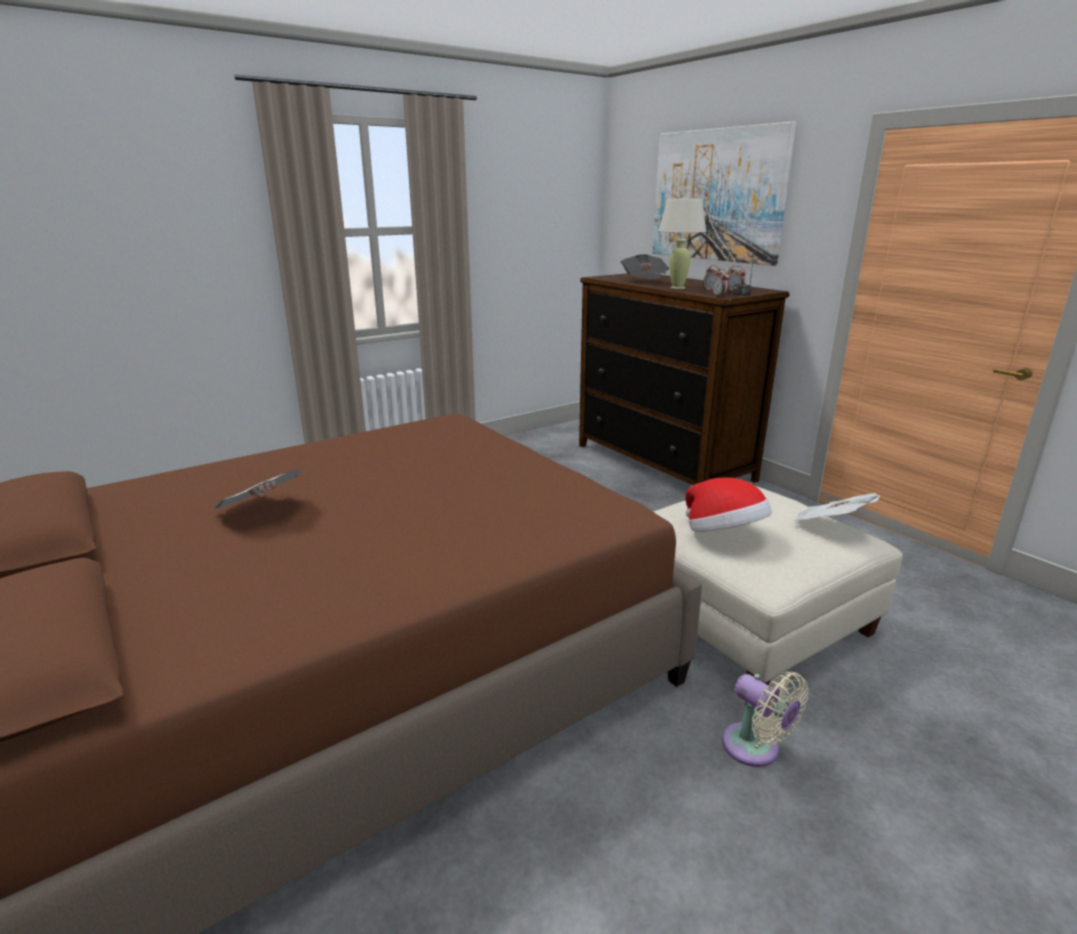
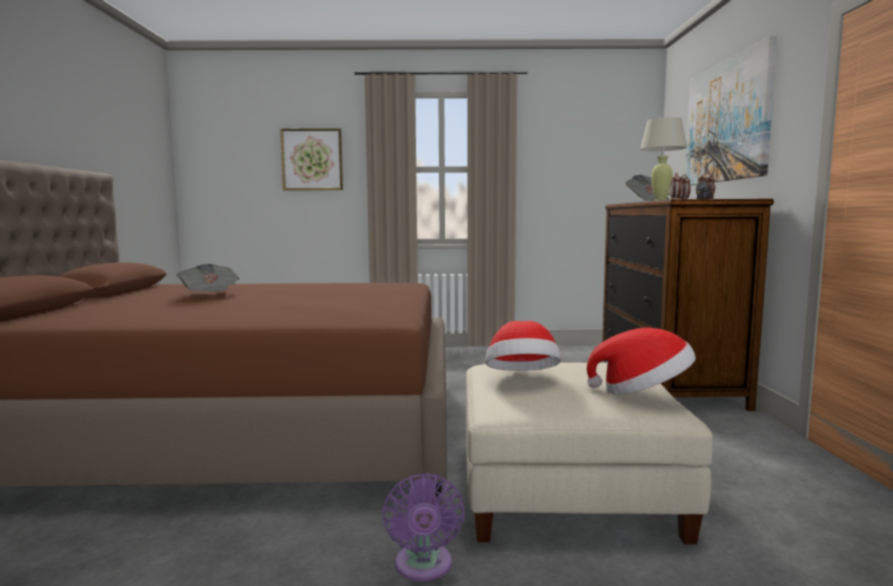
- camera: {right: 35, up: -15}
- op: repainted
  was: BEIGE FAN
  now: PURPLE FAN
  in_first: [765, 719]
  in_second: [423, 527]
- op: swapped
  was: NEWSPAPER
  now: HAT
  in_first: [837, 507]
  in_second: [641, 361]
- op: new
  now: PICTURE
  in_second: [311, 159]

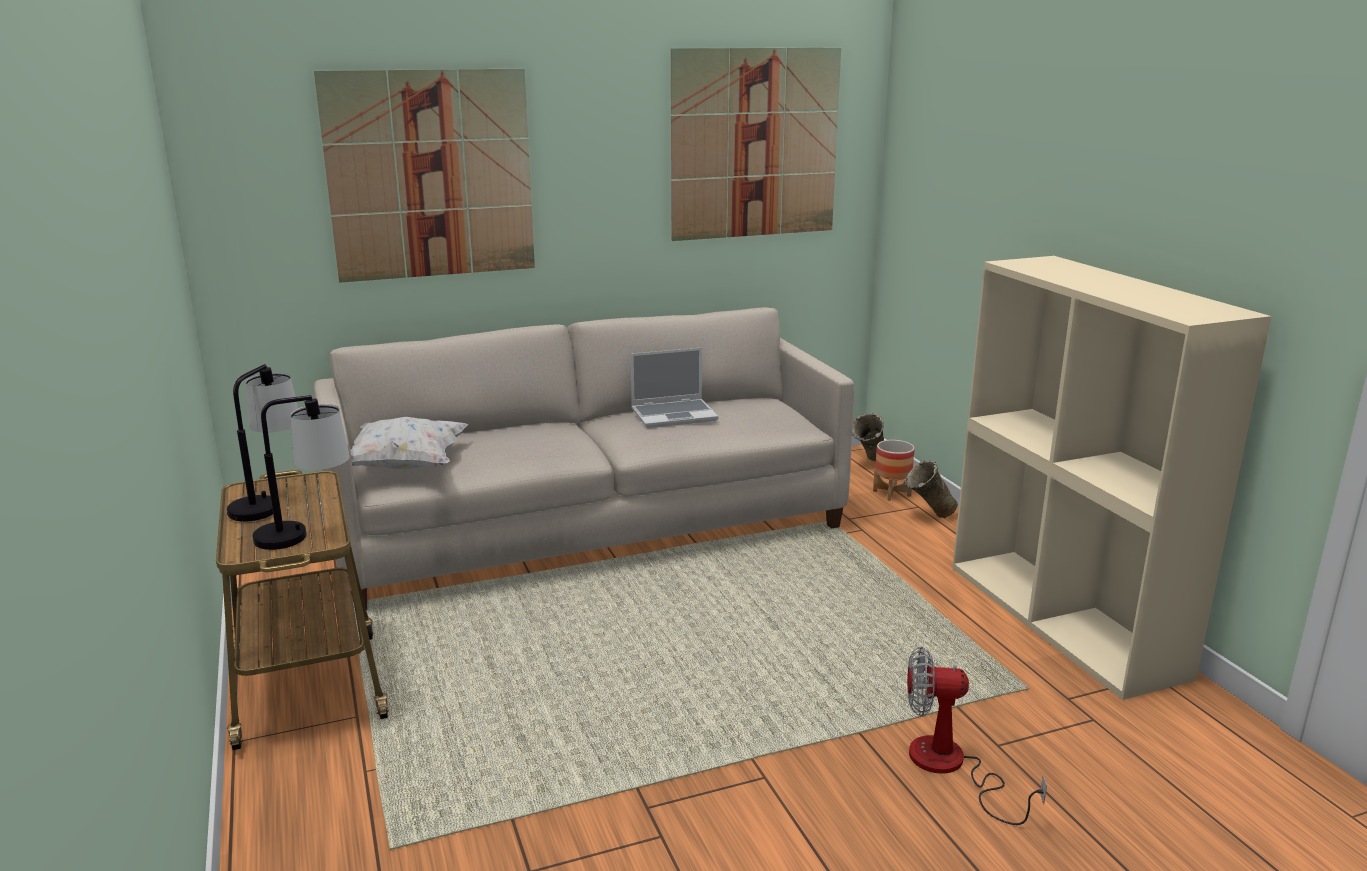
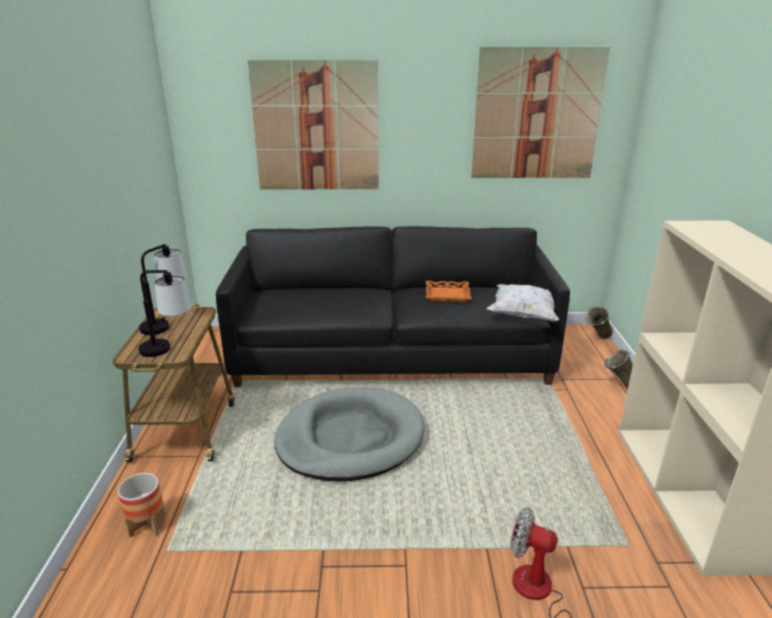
- camera: {right: 20, up: 5}
- op: repainted
  was: BEIGE SOFA
  now: BLACK SOFA
  in_first: [584, 458]
  in_second: [393, 306]
- op: shifted
  was: WHITE PILLOW
  in_first: [409, 443]
  in_second: [523, 303]
- op: swapped
  was: LAPTOP
  now: ORANGE TRAY
  in_first: [674, 388]
  in_second: [449, 291]
- op: shifted
  was: PLANTER
  in_first: [894, 470]
  in_second: [142, 505]
- op: new
  now: GREY DOG BED
  in_second: [349, 435]

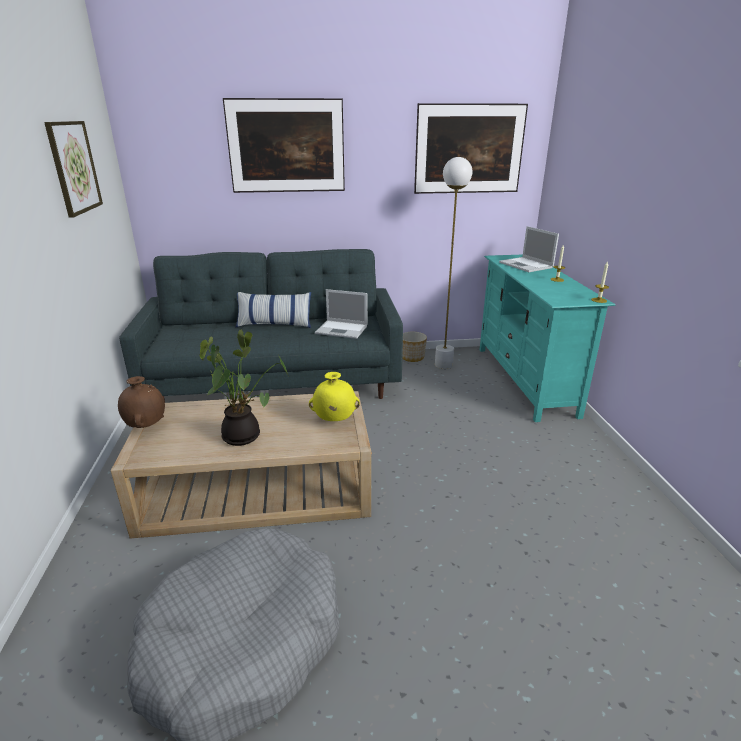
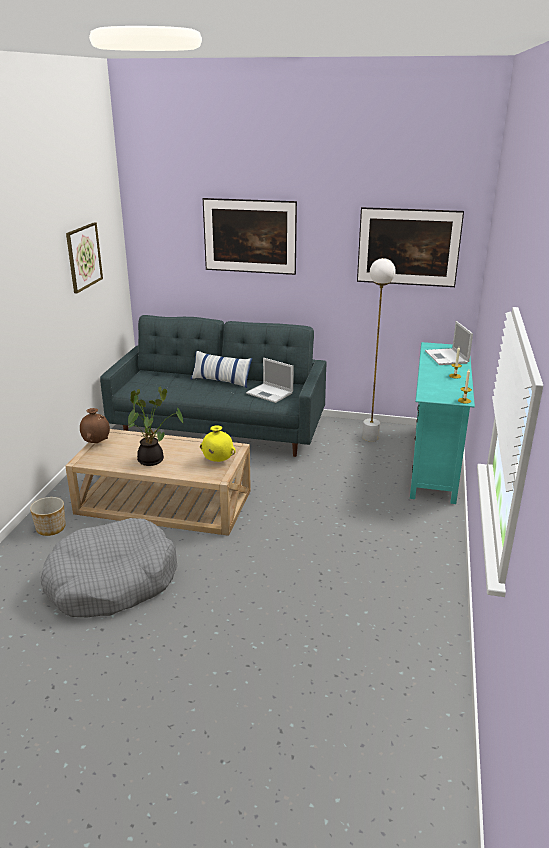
- camera: {right: 20, up: 0}
- op: shifted
  was: PLANTER
  in_first: [414, 347]
  in_second: [48, 516]

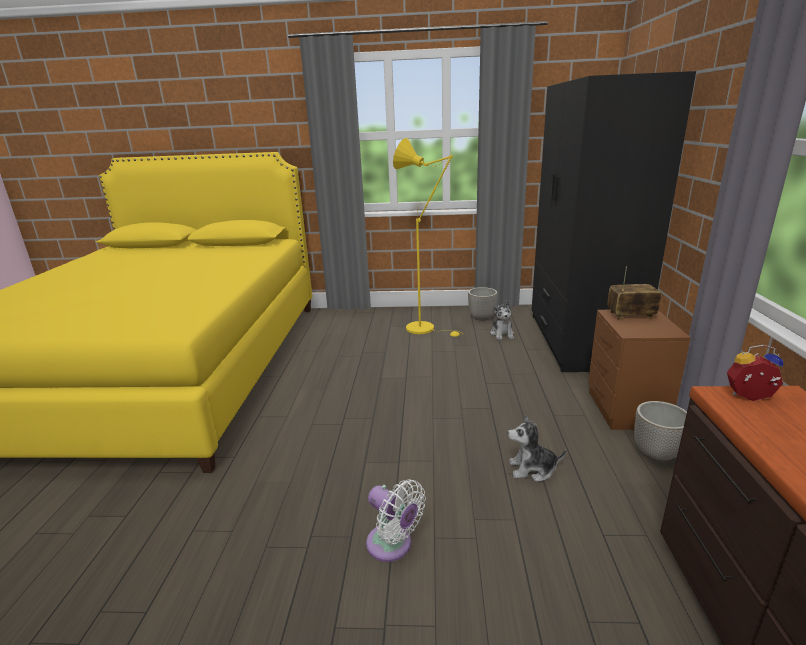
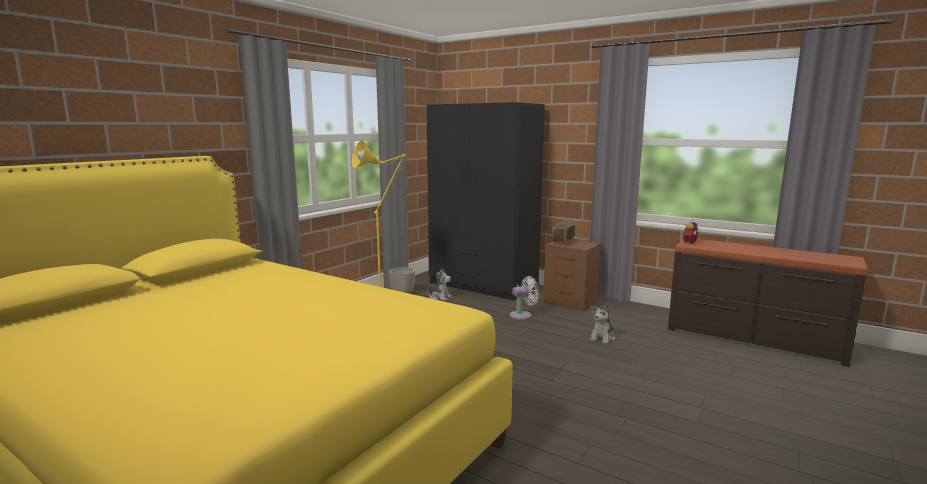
- camera: {right: -60, up: -10}
- op: shifted
  was: WHITE FAN
  in_first: [396, 520]
  in_second: [524, 298]
- op: gone
  was: PLANTER
  in_first: [660, 431]

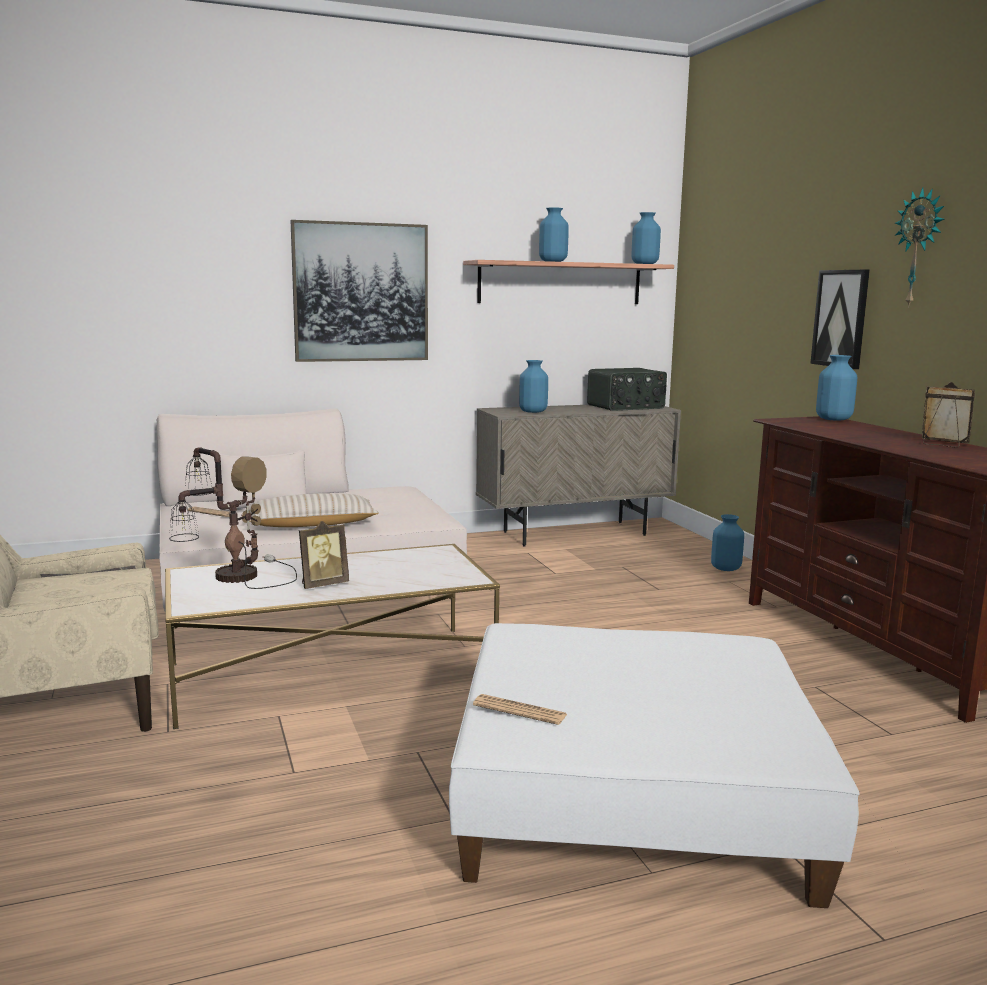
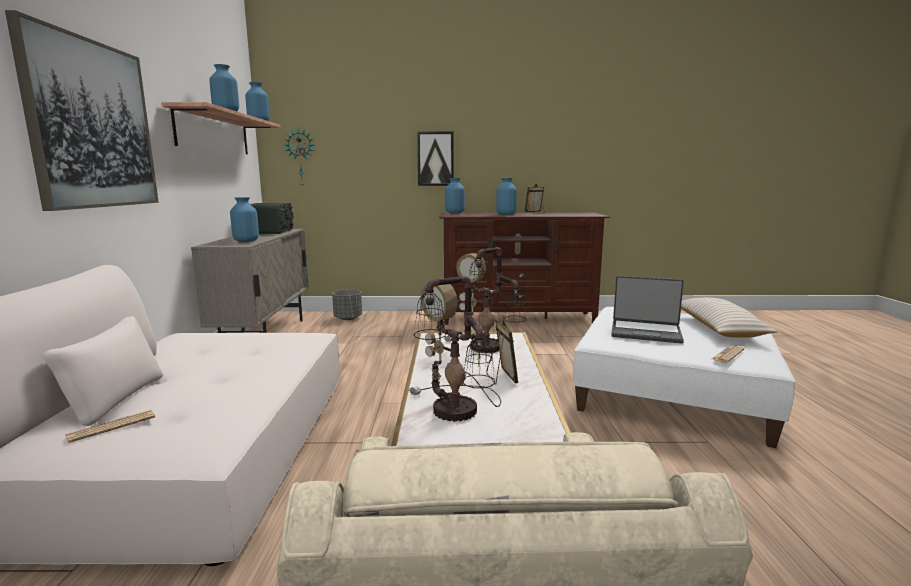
- camera: {right: -70, up: 0}
- op: shifted
  was: BEIGE PILLOW
  in_first: [312, 510]
  in_second: [729, 317]
- op: shifted
  was: BLUE VASE
  in_first: [727, 542]
  in_second: [506, 196]
- op: shifted
  was: WALL CLOCK
  in_first: [919, 247]
  in_second: [299, 157]
- op: new
  now: GREY PLANTER
  in_second: [347, 304]
- op: new
  now: TABLE LAMP
  in_second: [485, 300]
- op: new
  now: LAPTOP
  in_second: [647, 309]

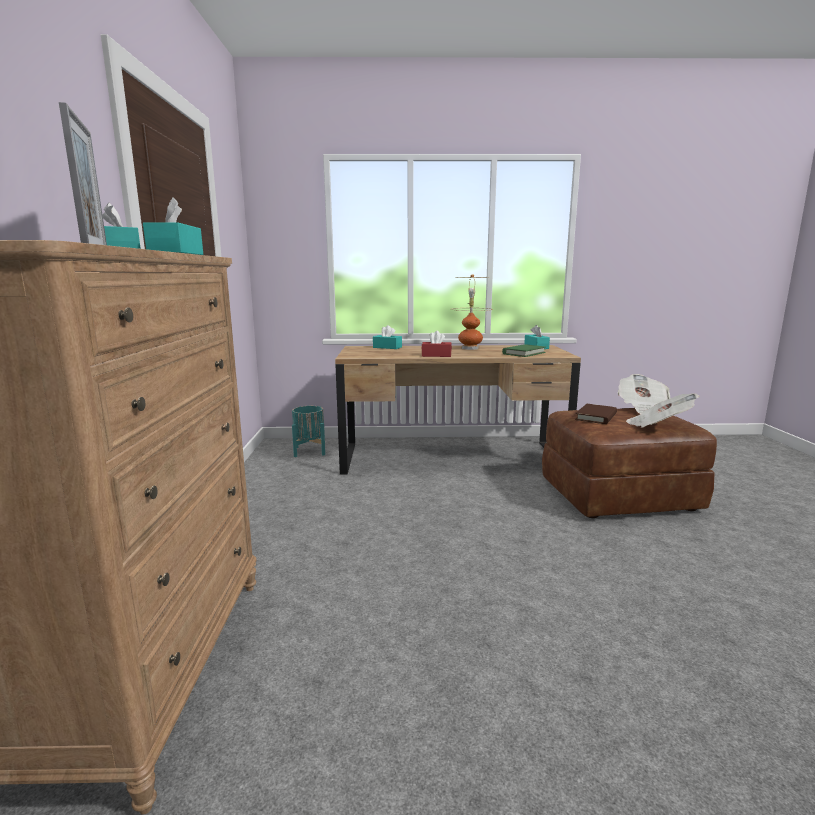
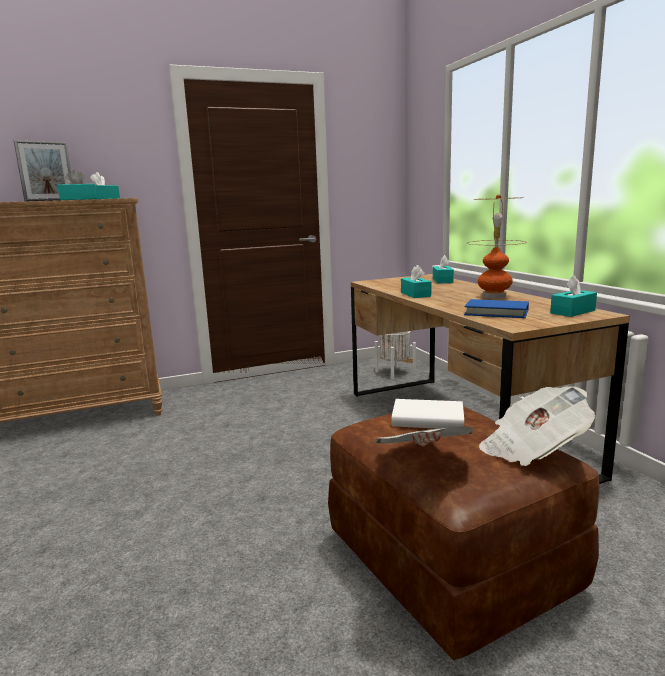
- camera: {right: 70, up: 0}
- op: repainted
  was: TURQUOISE PLANTER
  now: WHITE PLANTER
  in_first: [308, 431]
  in_second: [395, 355]
- op: repainted
  was: RED TISSUE BOX
  now: TURQUOISE TISSUE BOX
  in_first: [436, 344]
  in_second: [416, 281]
- op: repainted
  was: GREEN BOOK
  now: BLUE BOOK
  in_first: [524, 350]
  in_second: [496, 308]
- op: repainted
  was: BROWN BOOK
  now: WHITE BOOK
  in_first: [596, 414]
  in_second: [428, 414]

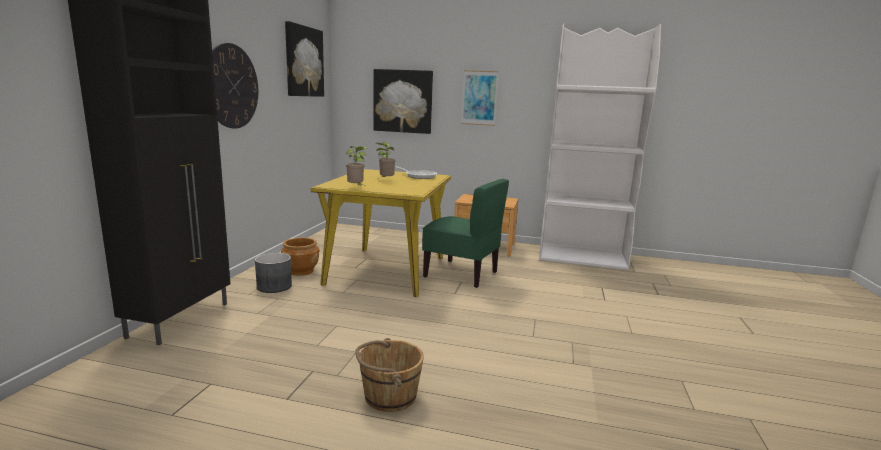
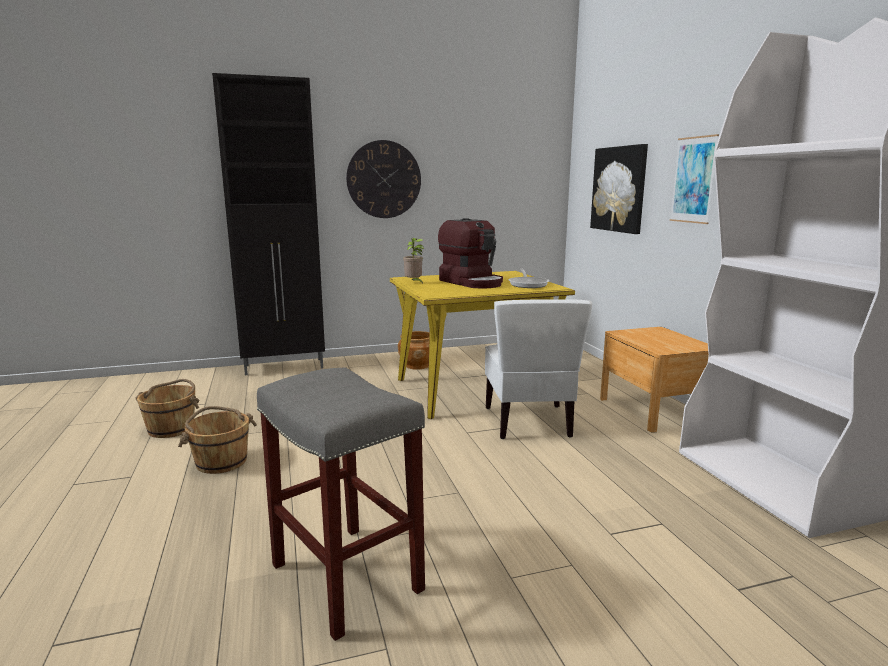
- camera: {right: 60, up: 0}
- op: gone
  was: GREY PLANTER
  in_first: [273, 273]
- op: gone
  was: PICTURE
  in_first: [304, 59]
- op: swapped
  was: POTTED PLANT
  now: COFFEE MACHINE
  in_first: [386, 160]
  in_second: [470, 253]
- op: repainted
  was: GREEN CHAIR
  now: WHITE CHAIR
  in_first: [465, 233]
  in_second: [538, 369]
- op: new
  now: BROWN BUCKET
  in_second: [168, 408]
- op: new
  now: GREY STOOL
  in_second: [341, 504]

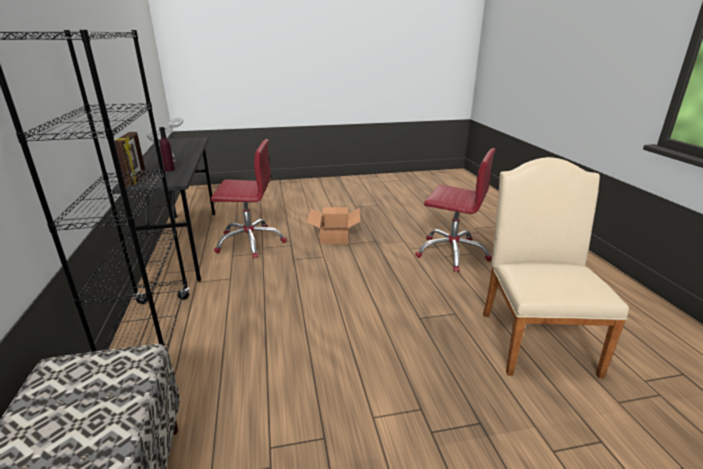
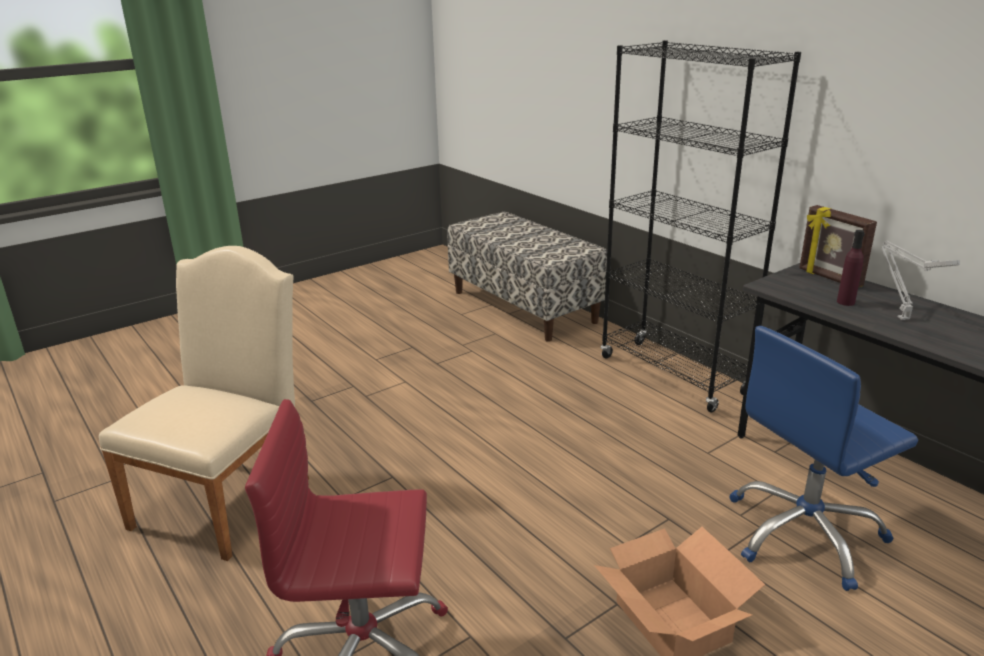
- camera: {right: 155, up: 0}
- op: repainted
  was: RED OFFICE CHAIR
  now: BLUE OFFICE CHAIR
  in_first: [249, 199]
  in_second: [823, 458]
- op: rotated
  was: BEIGE CHAIR
  in_first: [556, 267]
  in_second: [204, 403]
  clockwise: -135

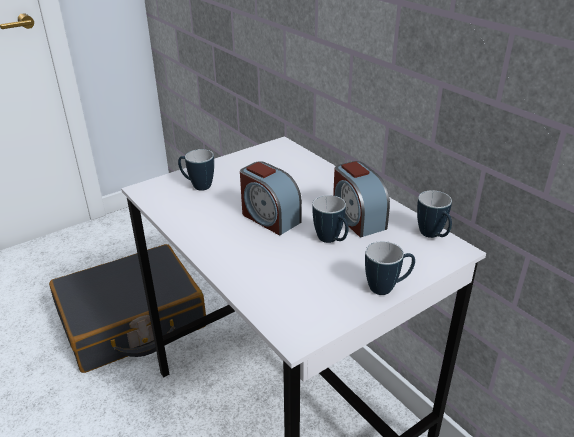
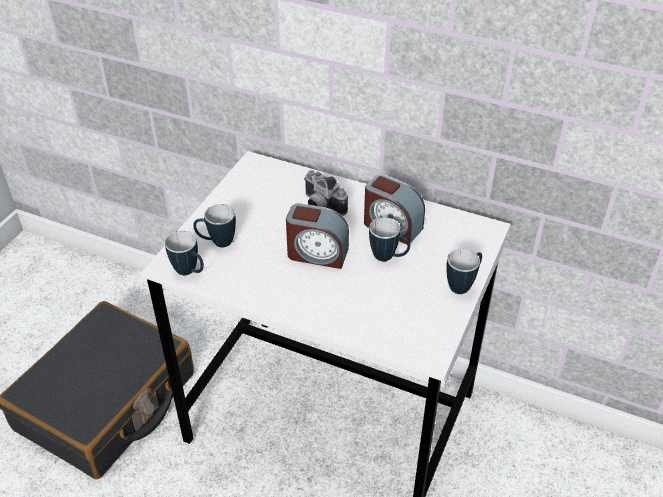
- camera: {right: -30, up: 10}
- op: shifted
  was: MUG
  in_first: [434, 214]
  in_second: [184, 253]
- op: new
  now: PHOTO CAMERA
  in_second: [326, 193]

